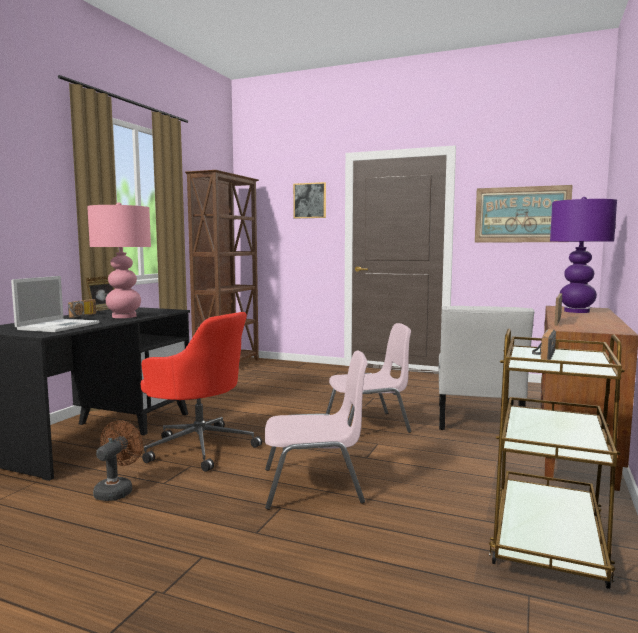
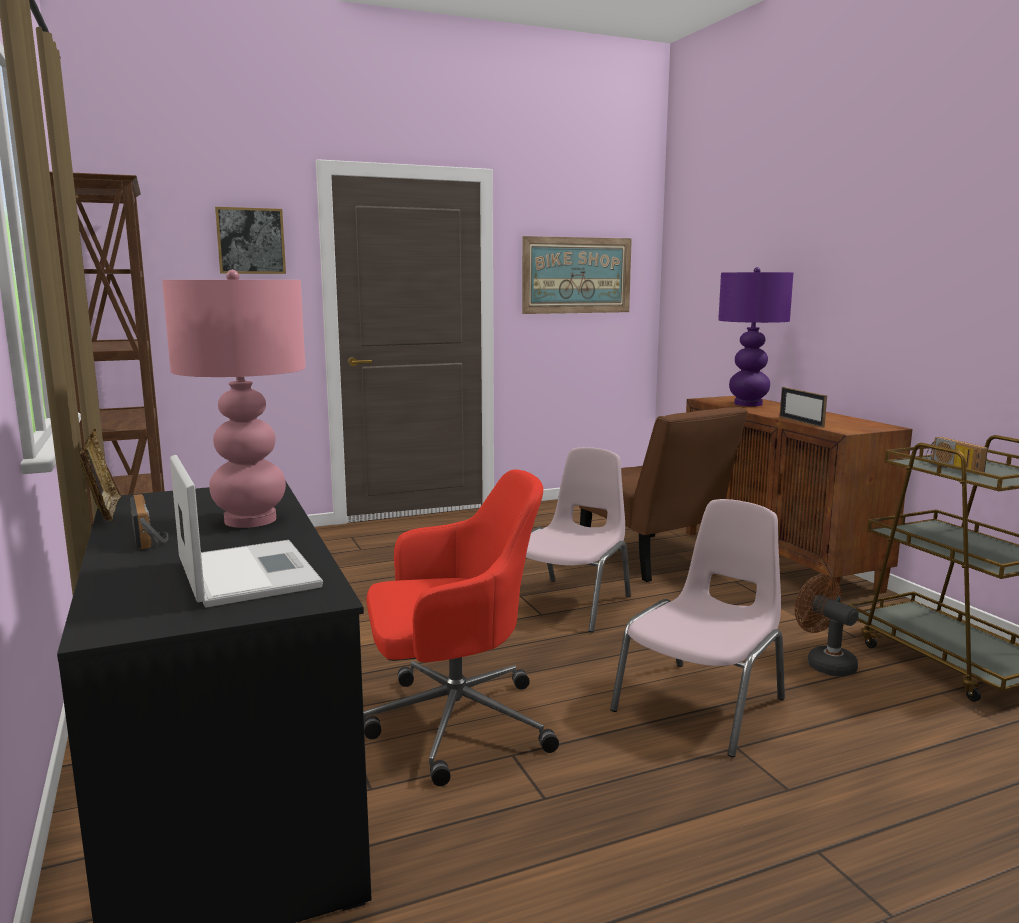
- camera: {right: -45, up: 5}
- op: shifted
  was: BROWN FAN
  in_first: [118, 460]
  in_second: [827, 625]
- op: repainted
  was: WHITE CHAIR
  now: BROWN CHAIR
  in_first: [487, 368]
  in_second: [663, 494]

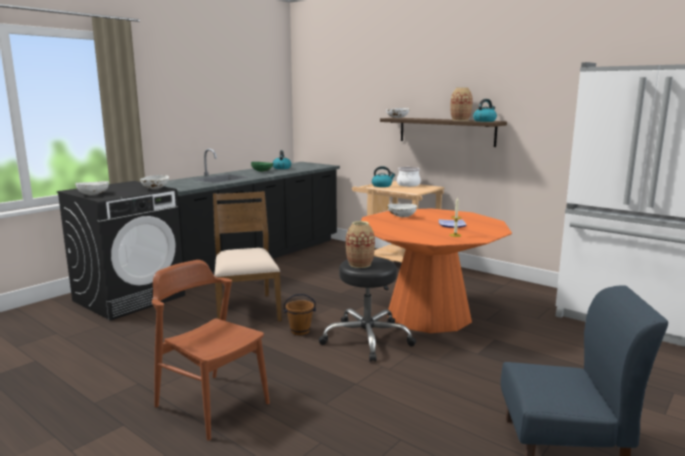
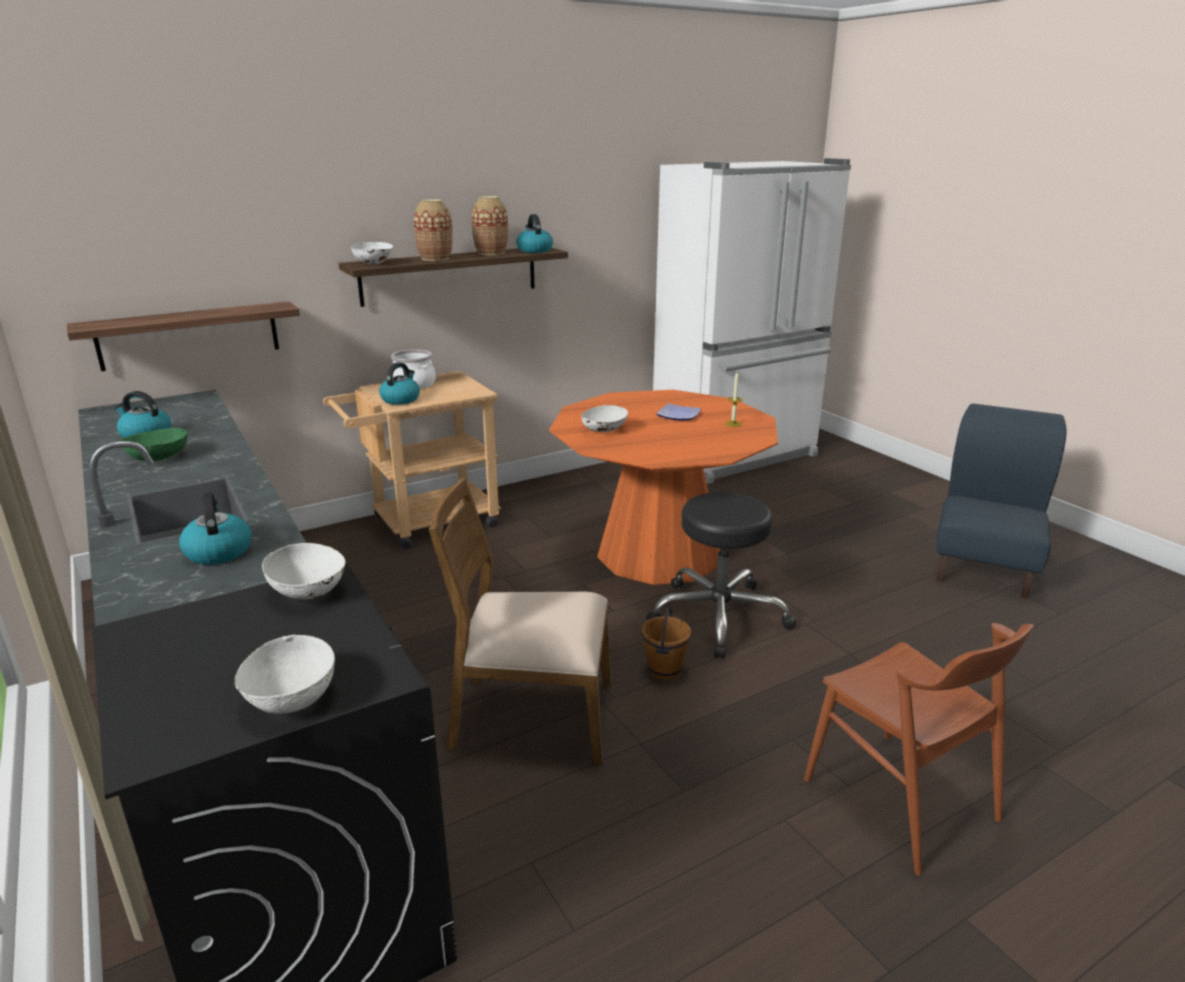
- camera: {right: -70, up: 10}
- op: rotated
  was: BROWN CHAIR
  in_first: [211, 350]
  in_second: [919, 749]
  clockwise: -90
- op: shifted
  was: VASE
  in_first: [360, 244]
  in_second: [433, 230]
- op: new
  now: SHELF
  in_second: [183, 336]
- op: new
  now: KETTLE
  in_second: [215, 528]

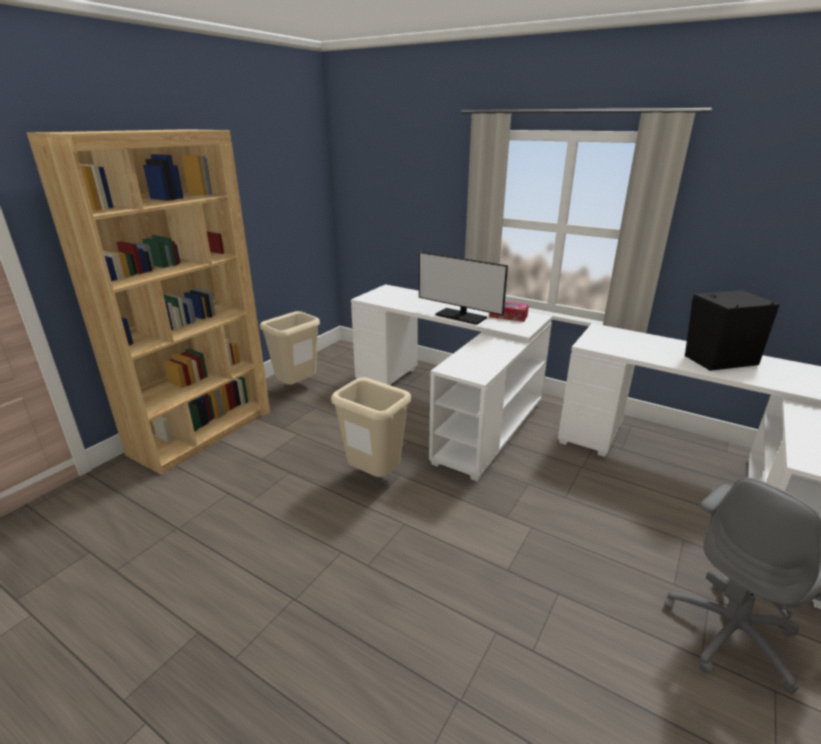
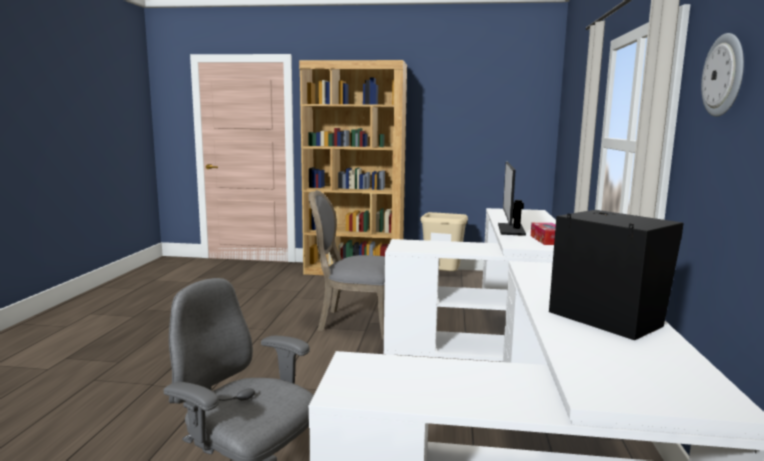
- camera: {right: 65, up: -15}
- op: swapped
  was: BEIGE TRASH CAN
  now: GREY CHAIR
  in_first: [371, 427]
  in_second: [347, 265]
- op: new
  now: WALL CLOCK
  in_second: [722, 75]

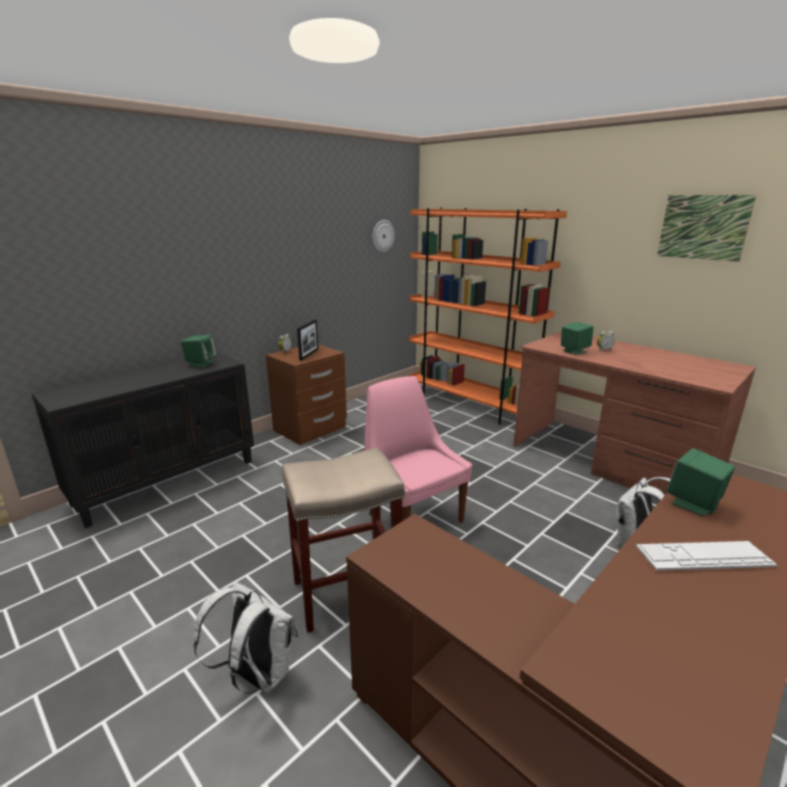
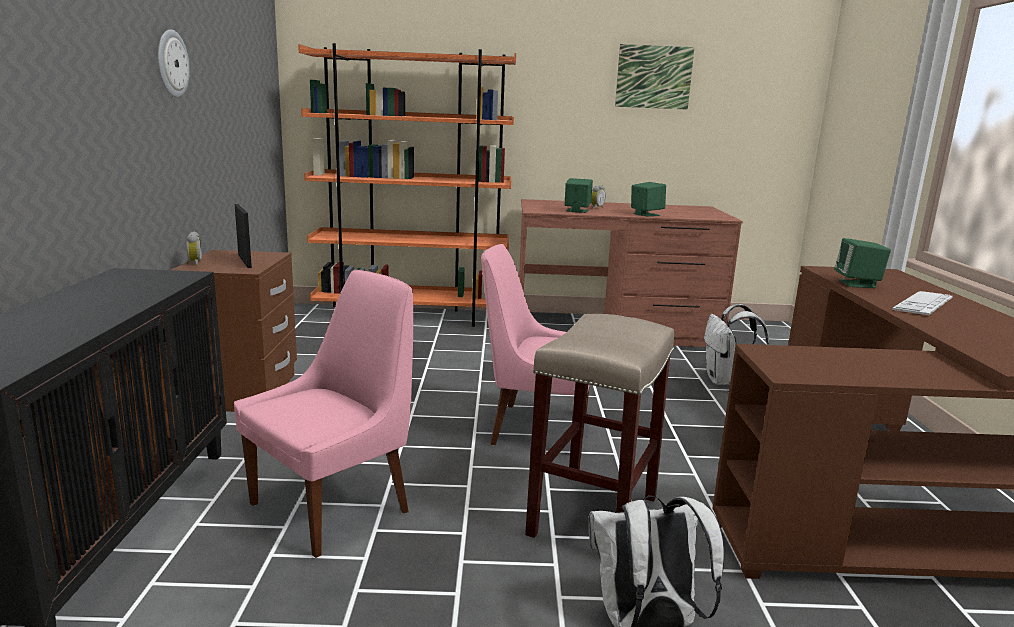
- camera: {right: -45, up: -5}
- op: shifted
  was: GREEN SPEAKER
  in_first: [199, 351]
  in_second: [648, 199]
- op: shifted
  was: WALL CLOCK
  in_first: [383, 236]
  in_second: [174, 64]
- op: new
  now: PINK CHAIR
  in_second: [323, 414]

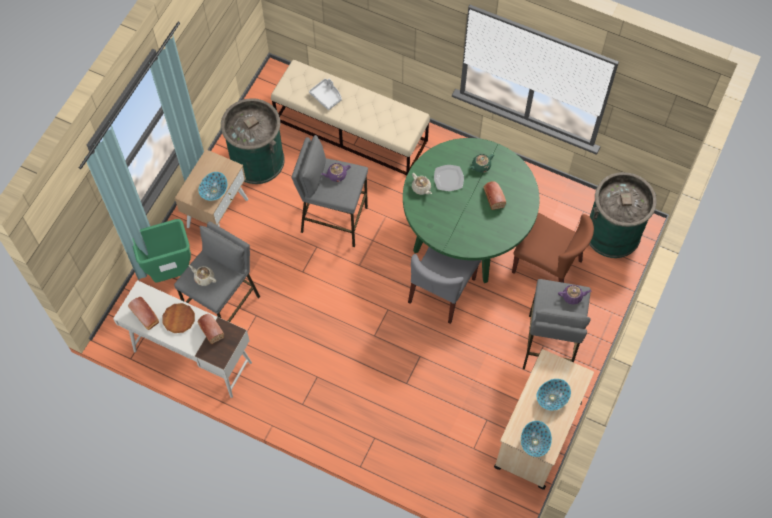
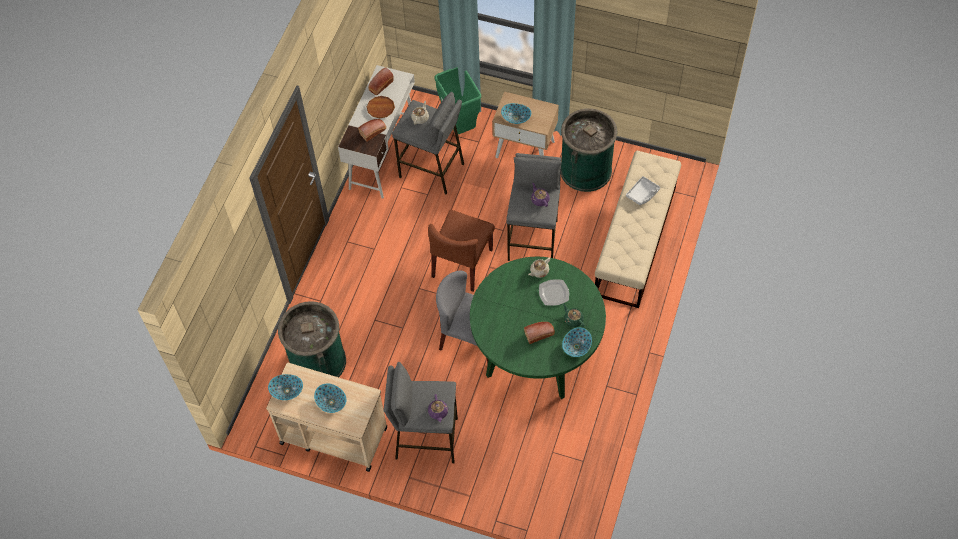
- camera: {right: 85, up: -5}
- op: shifted
  was: BROWN CHAIR
  in_first: [553, 248]
  in_second: [461, 251]
- op: shifted
  was: GREEN TRASH CAN
  in_first: [623, 215]
  in_second: [312, 339]
- op: new
  now: BOWL
  in_second: [577, 342]

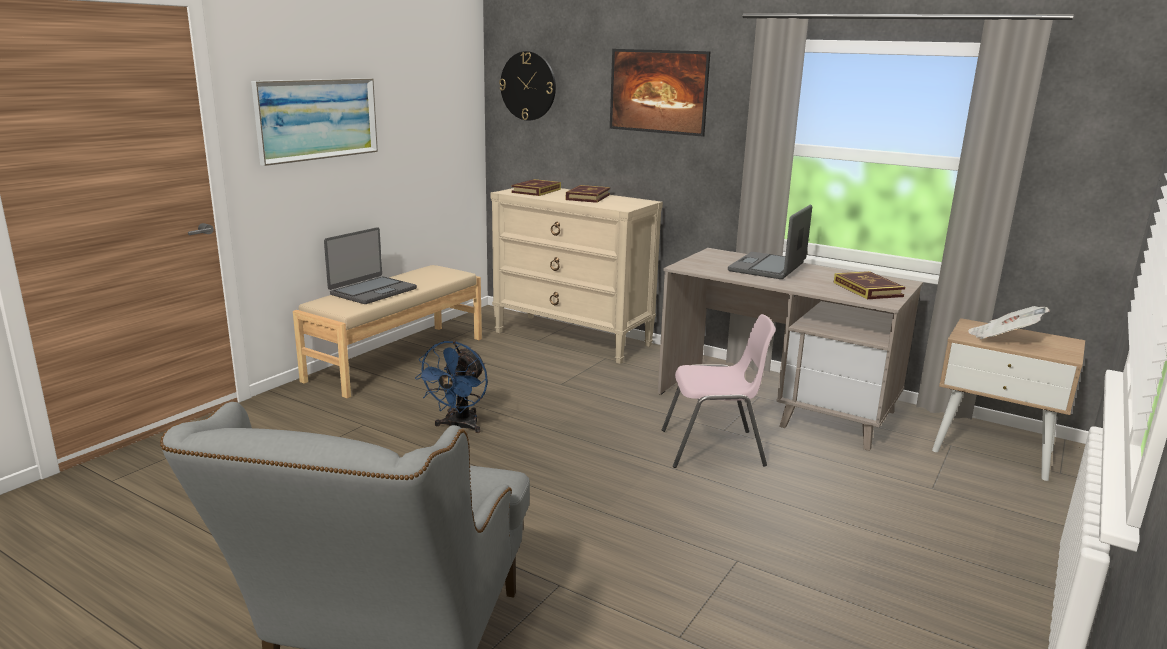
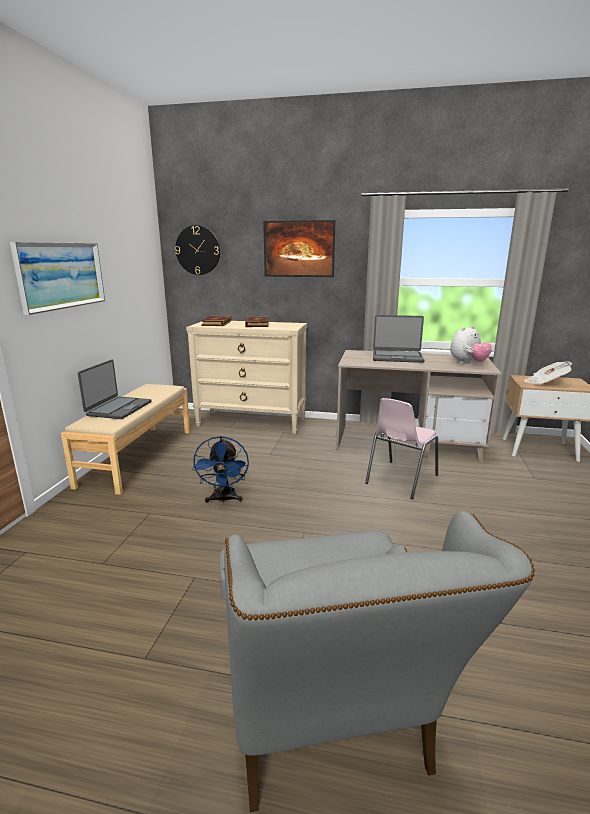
- camera: {right: -20, up: 0}
- op: rotated
  was: PINK CHAIR
  in_first: [719, 391]
  in_second: [401, 448]
  clockwise: 150
- op: rotated
  was: LAPTOP
  in_first: [770, 242]
  in_second: [398, 339]
  clockwise: -90
- op: swapped
  was: BOOK
  now: PLUSH TOY
  in_first: [869, 285]
  in_second: [471, 345]

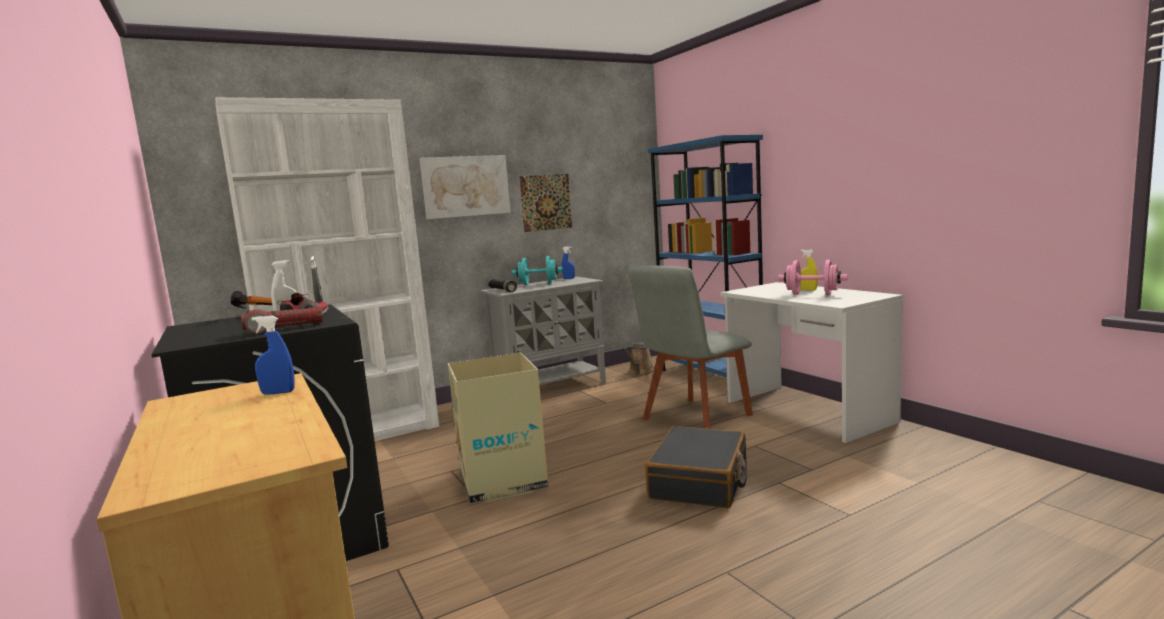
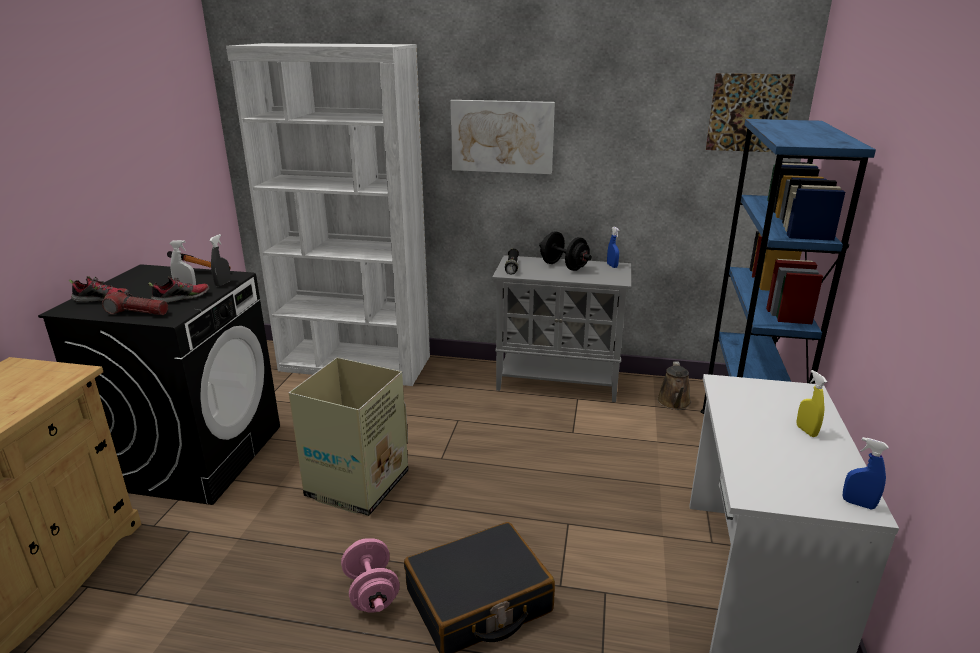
- camera: {right: 40, up: 15}
- op: shifted
  was: BLUE SPRAY BOTTLE
  in_first: [273, 355]
  in_second: [866, 473]
- op: repainted
  was: TURQUOISE DUMBBELL
  now: BLACK DUMBBELL
  in_first: [537, 270]
  in_second: [565, 251]
- op: shifted
  was: PICTURE
  in_first: [545, 203]
  in_second: [750, 112]
- op: rotated
  was: BROWN WATERING CAN
  in_first: [638, 358]
  in_second: [674, 385]
  clockwise: -60
- op: gone
  was: GREY CHAIR
  in_first: [690, 347]
- op: shifted
  was: PINK DUMBBELL
  in_first: [812, 277]
  in_second: [370, 575]
- op: new
  now: SHOE
  in_second: [99, 289]

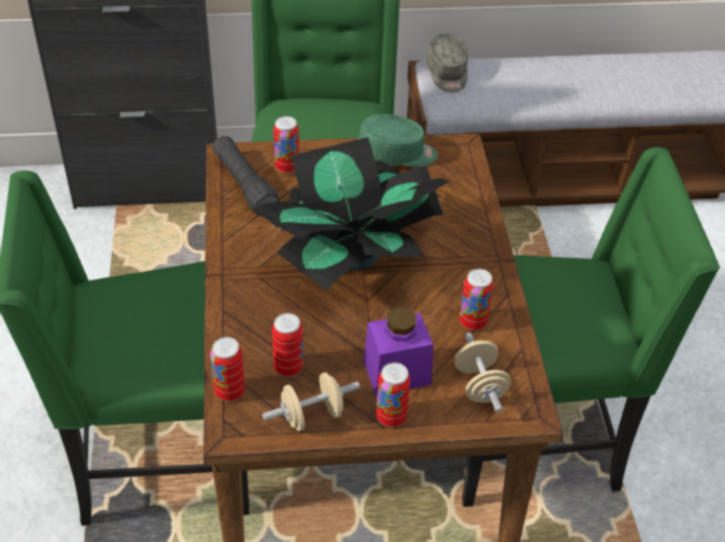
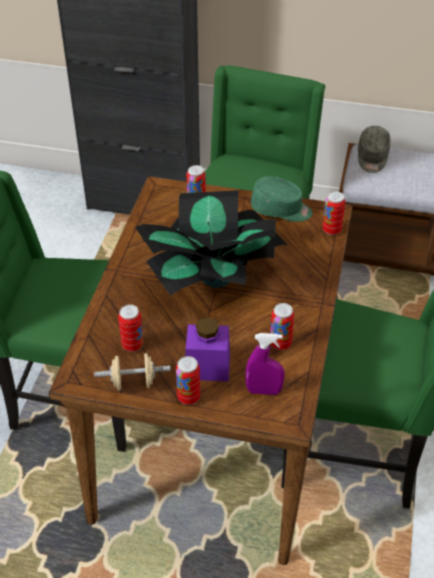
- camera: {right: 20, up: 0}
- op: shifted
  was: CAN
  in_first: [227, 369]
  in_second: [333, 213]
- op: gone
  was: BLACK FLASHLIGHT
  in_first: [246, 176]
- op: swapped
  was: BEIGE DUMBBELL
  now: PURPLE SPRAY BOTTLE
  in_first: [482, 373]
  in_second: [265, 364]

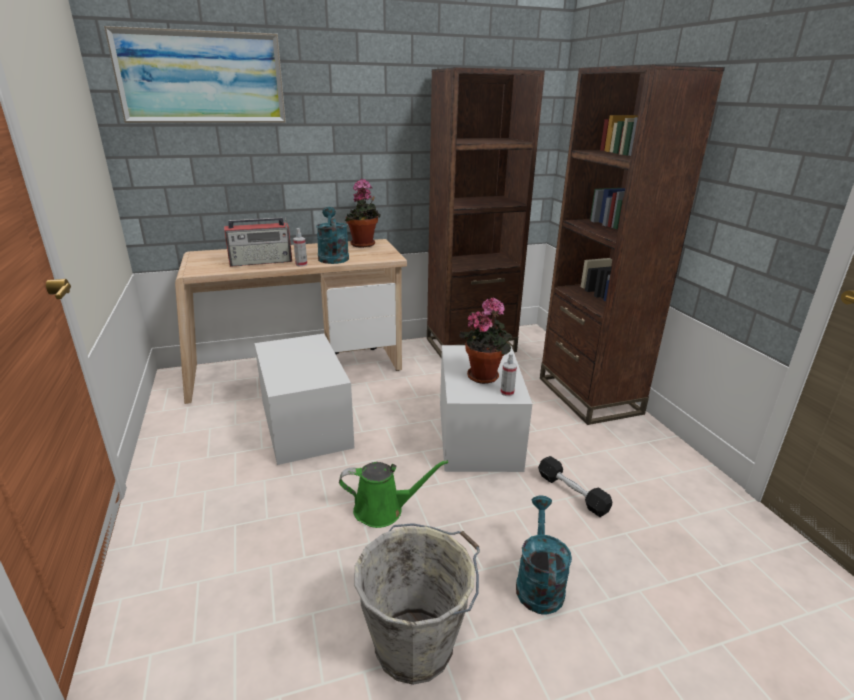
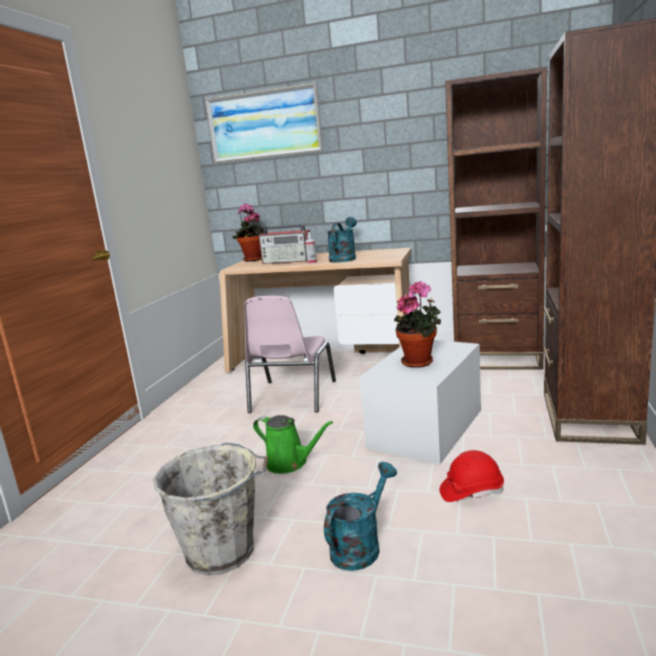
- camera: {right: 35, up: -10}
- op: swapped
  was: WHITE STORAGE BOX
  now: PINK CHAIR
  in_first: [304, 399]
  in_second: [290, 354]
- op: shifted
  was: POTTED PLANT
  in_first: [362, 213]
  in_second: [250, 232]
- op: gone
  was: SPRAY BOTTLE
  in_first: [508, 374]
- op: swapped
  was: BLACK DUMBBELL
  now: RED HARD HAT
  in_first: [575, 486]
  in_second: [471, 476]

